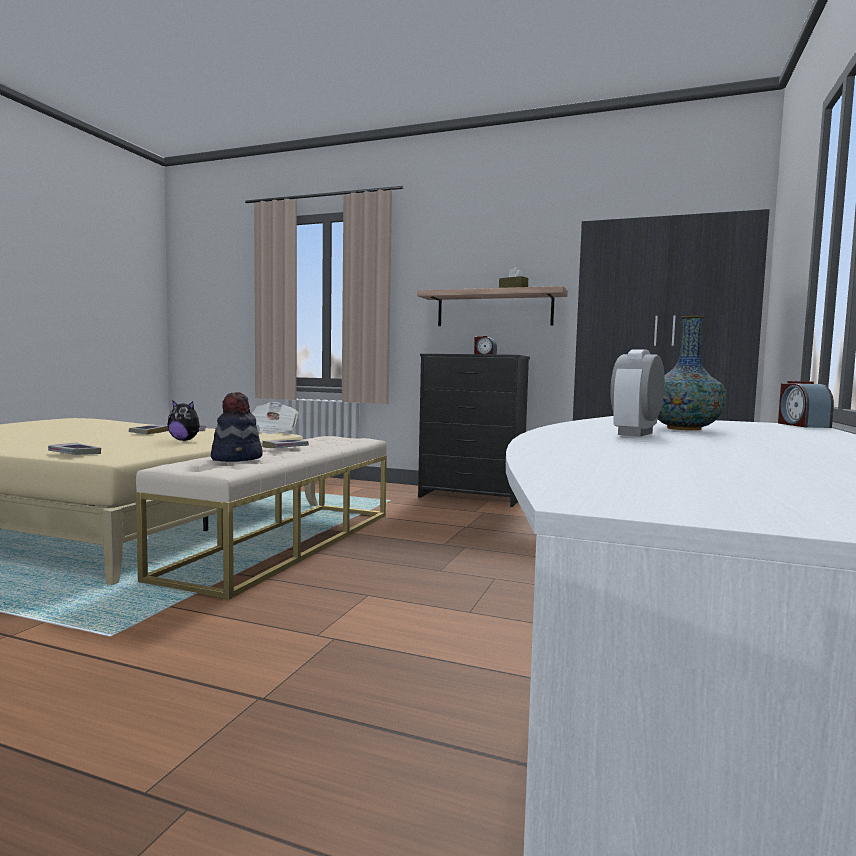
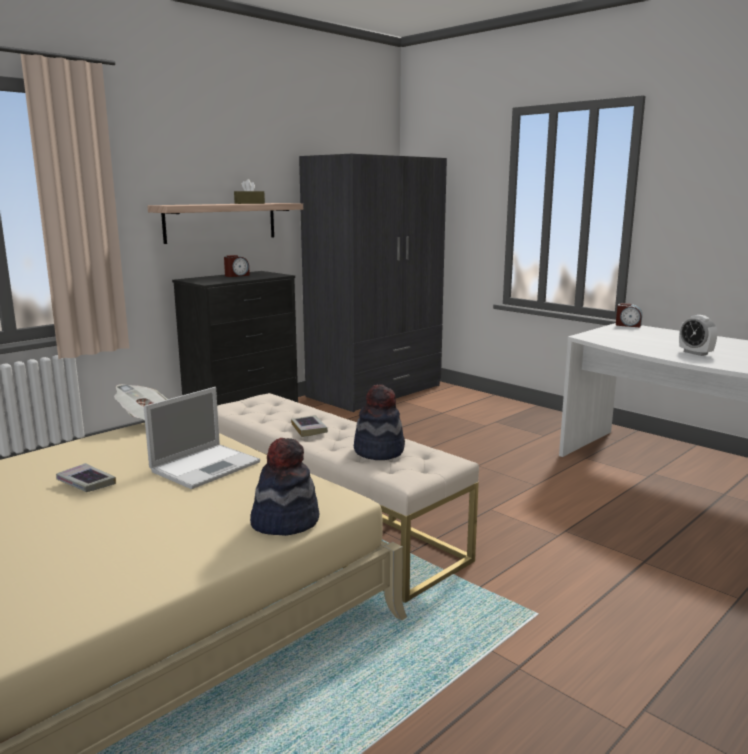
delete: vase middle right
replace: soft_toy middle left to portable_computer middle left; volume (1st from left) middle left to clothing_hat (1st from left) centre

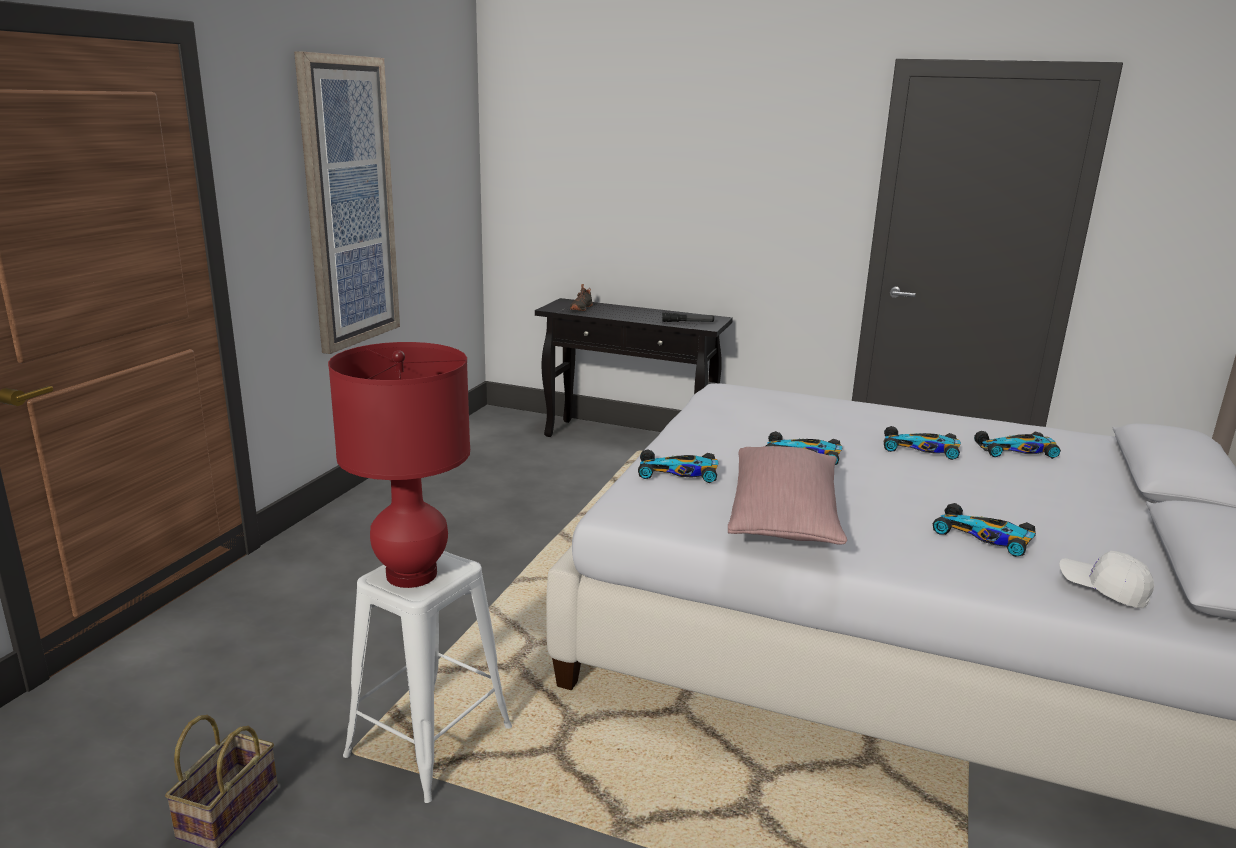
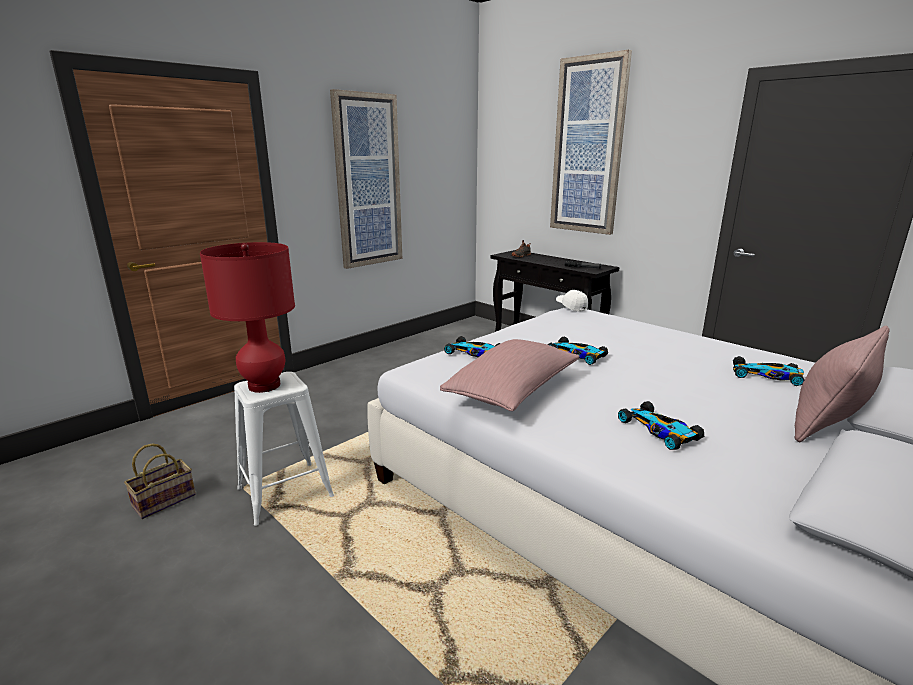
delete: toy_car (3rd from left) middle right
insert: wall_picture (2nd from left) top centre; pink-coloured_pillow (2nd from left) middle right
move: white_cap bottom right to centre

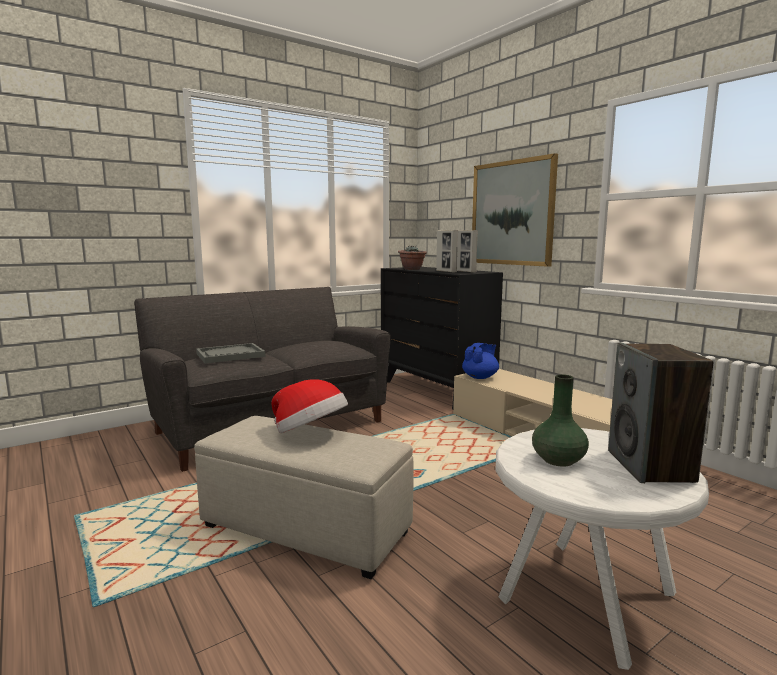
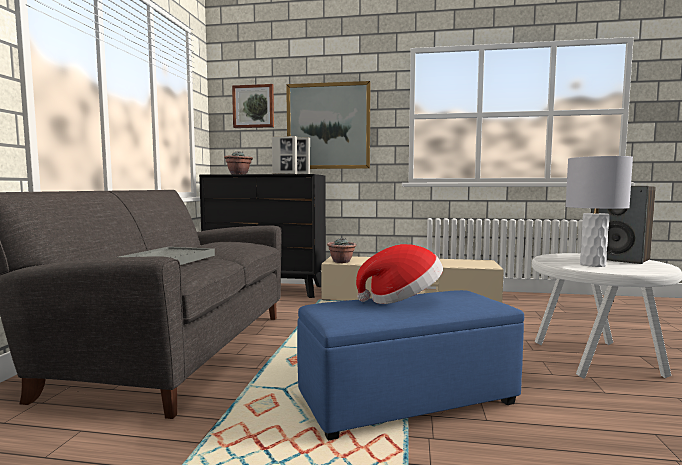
insert: wall_picture (1st from left) top centre
replace: blue-coloured_teapot centre to plant_in_a_pot (2nd from left) centre; green_vase middle right to grey_tabletop_lamp middle right
recolor: beige_footrest bottom centre to blue-coloured_footrest bottom centre

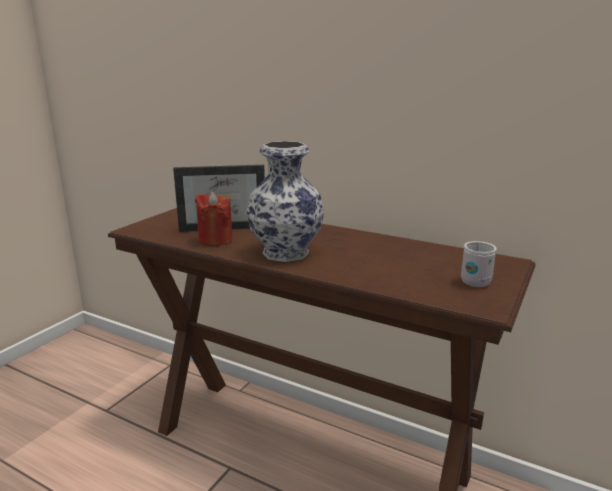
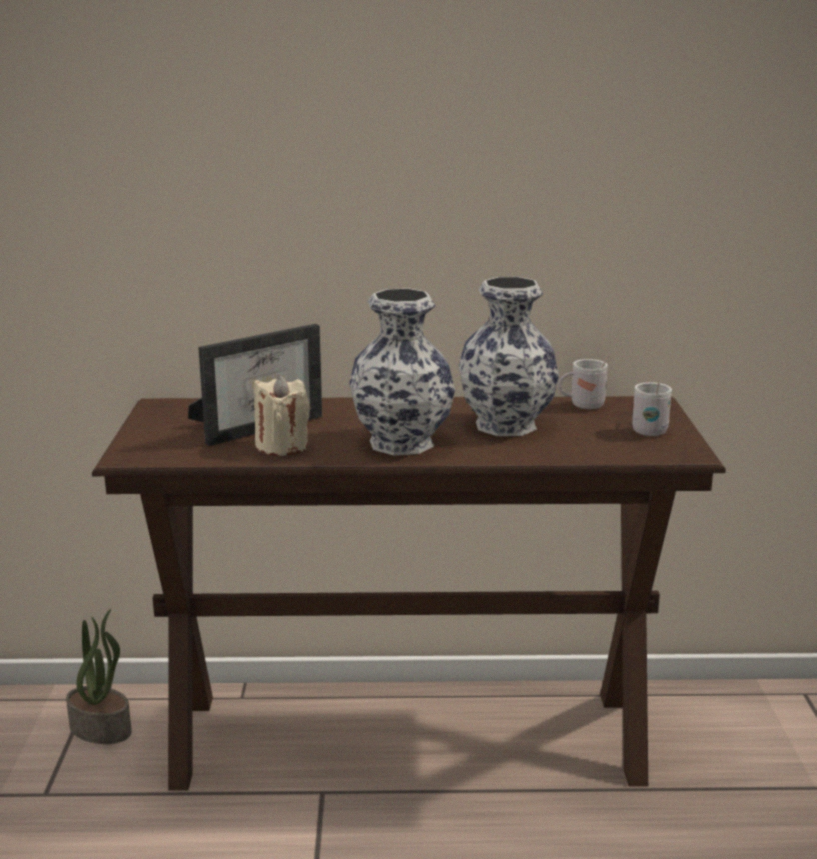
insert: plant_in_a_pot bottom left; vase (2nd from left) centre; white_mug (1st from left) middle right
recolor: red-coloured_wax_candle centre to beige_wax_candle centre

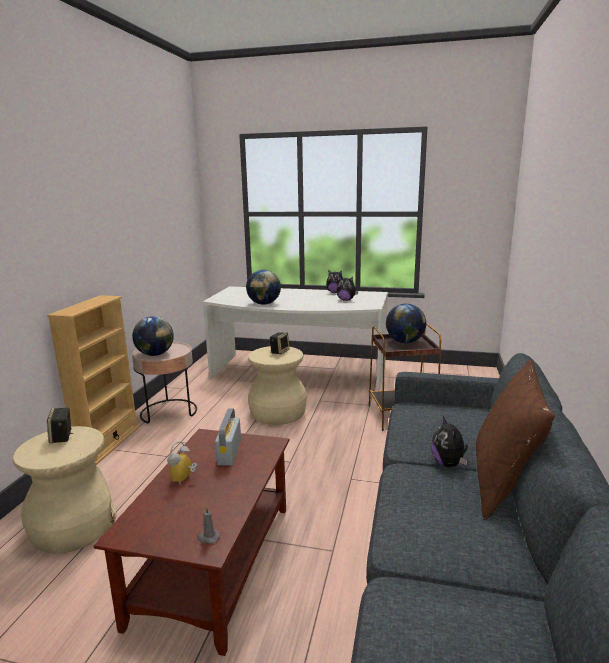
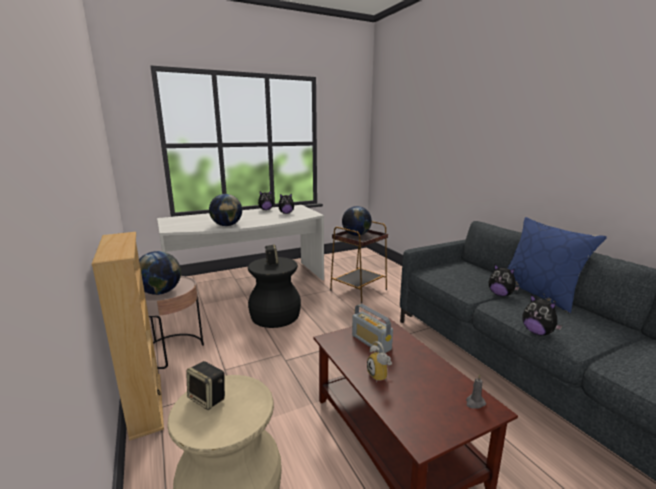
insert: soft_toy (4th from left) middle right
recolor: beige_stool (2nd from left) centre to blackish_stool centre; brownish_pillow middle right to blue-coloured_pillow middle right

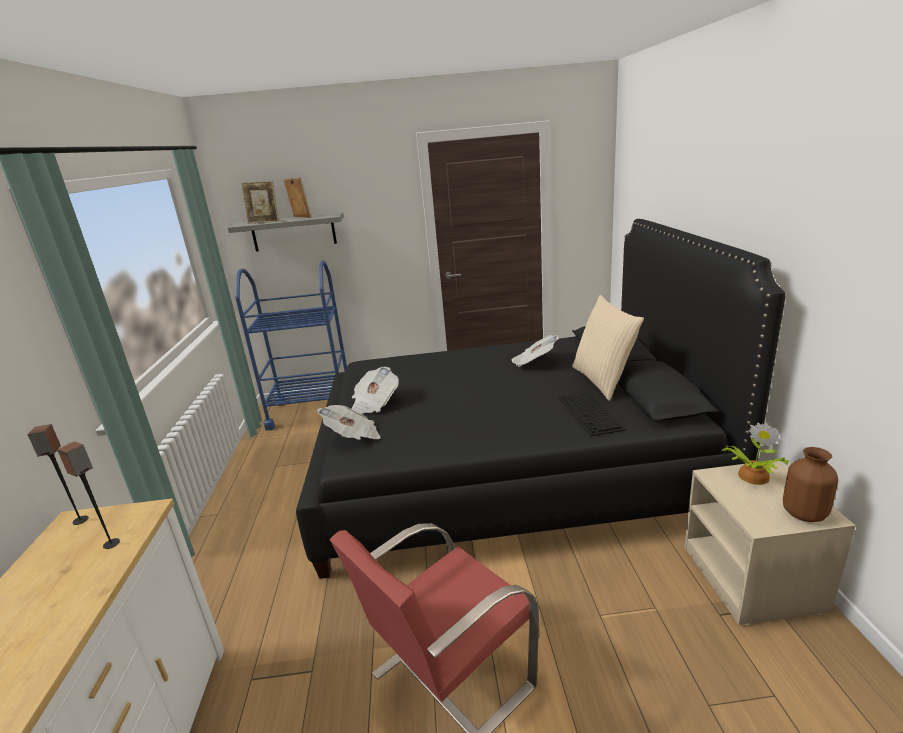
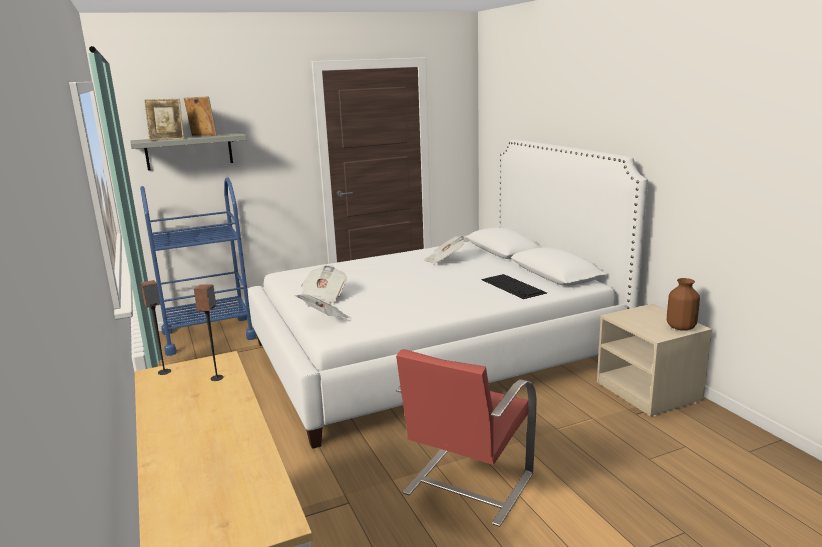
delete: beige_pillow middle right; plant_in_a_pot middle right
recolor: blackish_bedroom_bed centre to white_bedroom_bed centre

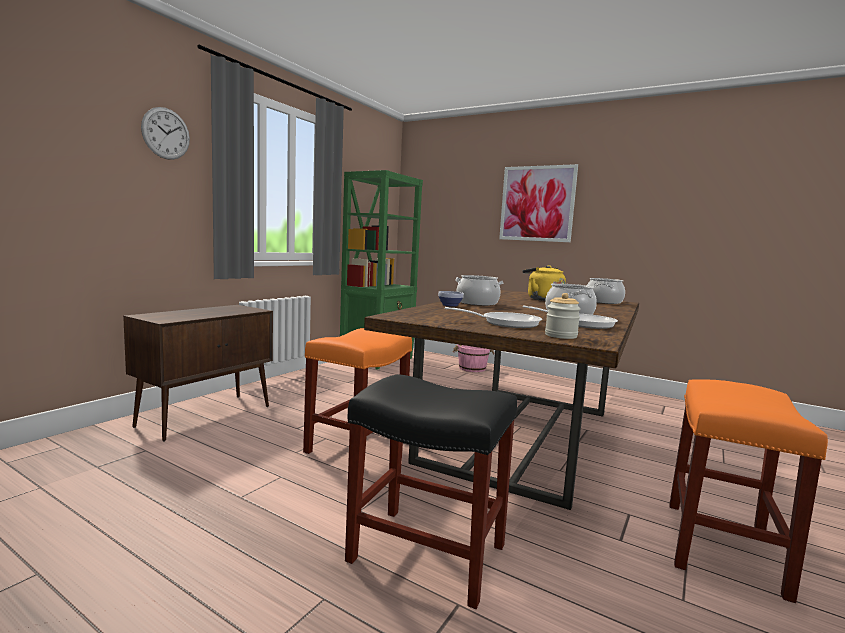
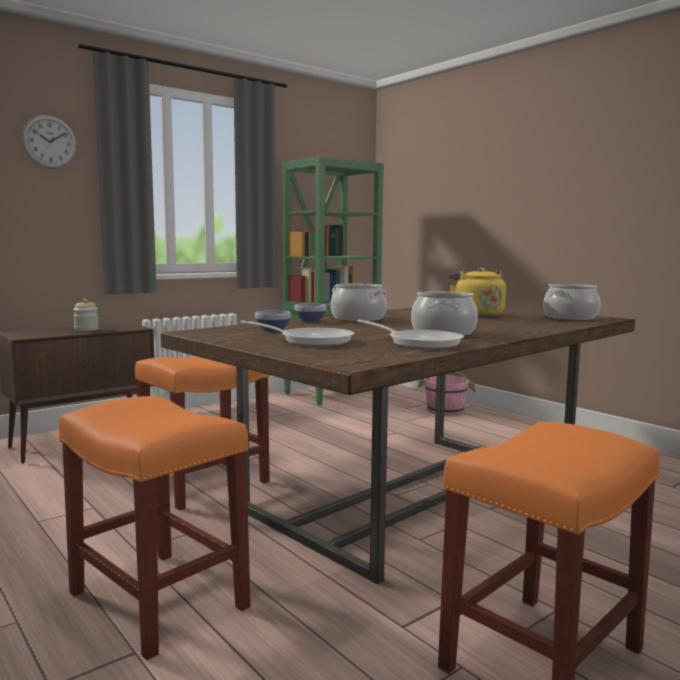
delete: wall_picture top centre
insert: bowl (1st from left) centre
move: preserve_jar centre to middle left
recolor: blackish_stool bottom centre to orange_stool (1st from left) bottom left

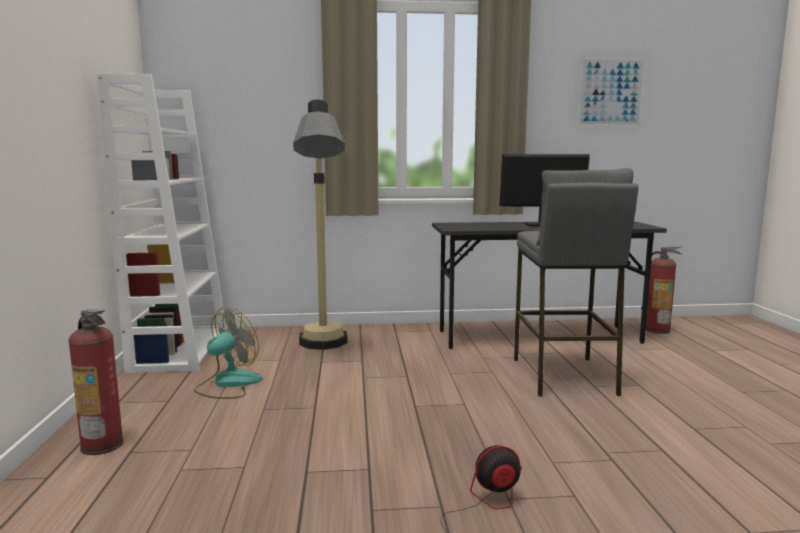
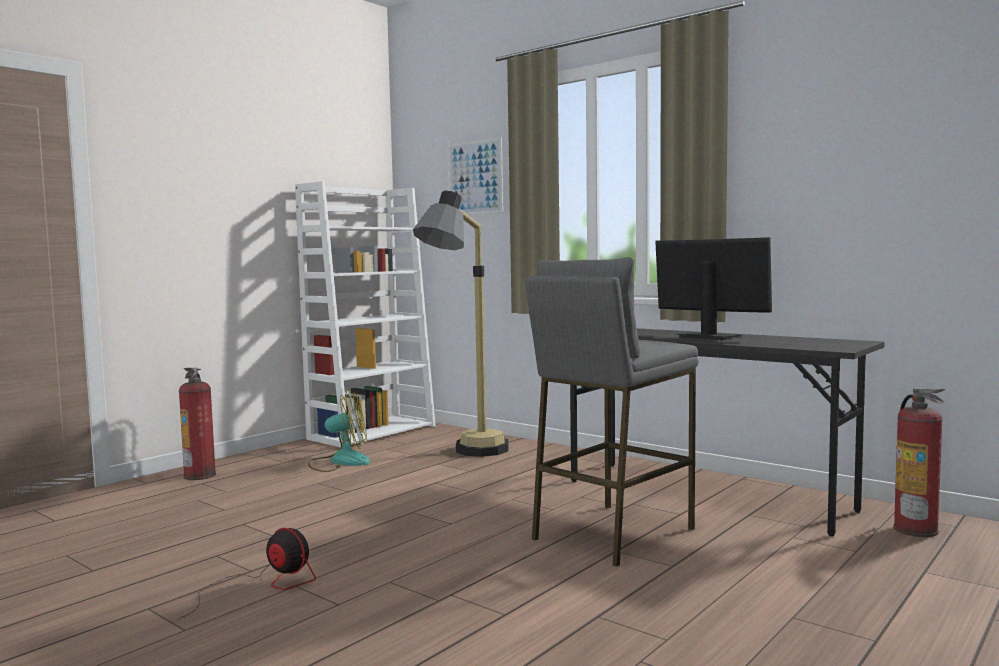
move: wall_picture top right to top centre

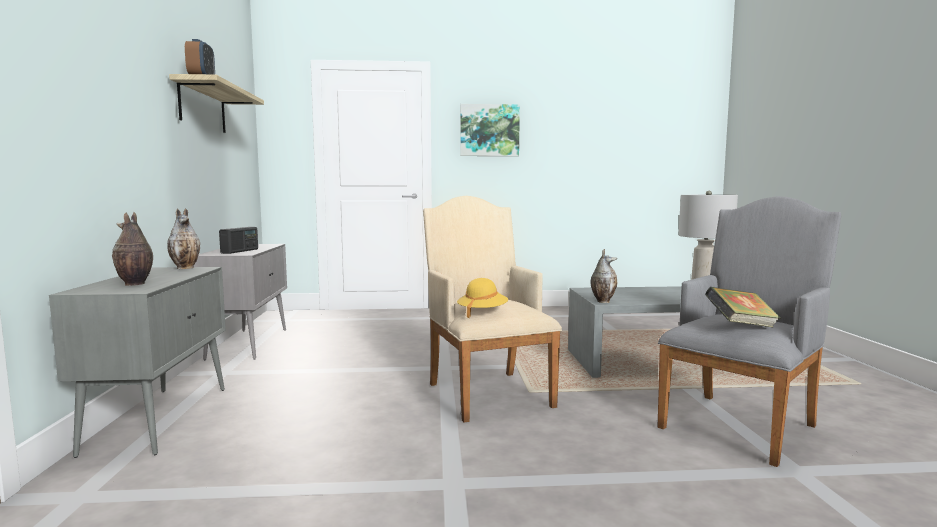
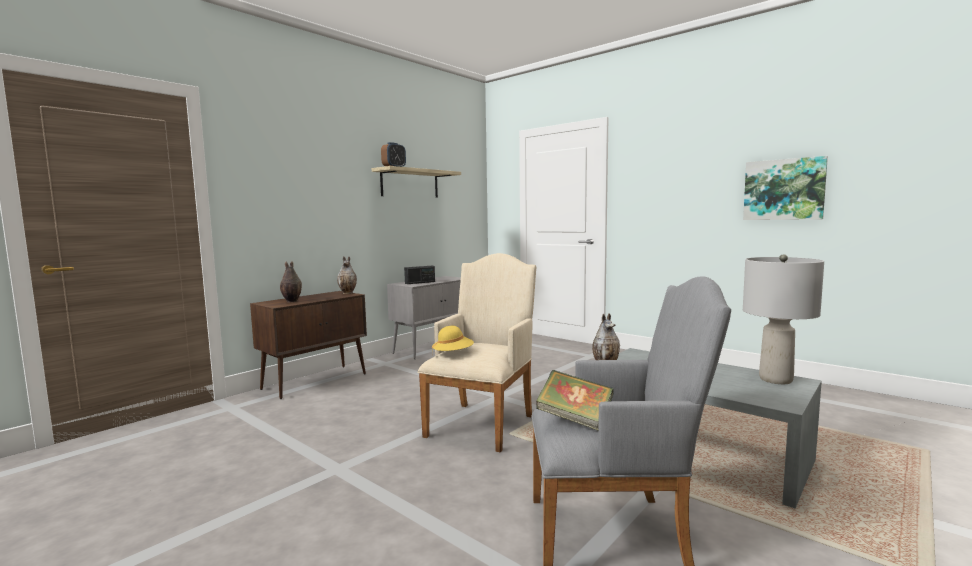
move: wall_picture top centre to top right
recolor: grey_cupboard (1st from left) bottom left to brownish_cupboard middle left

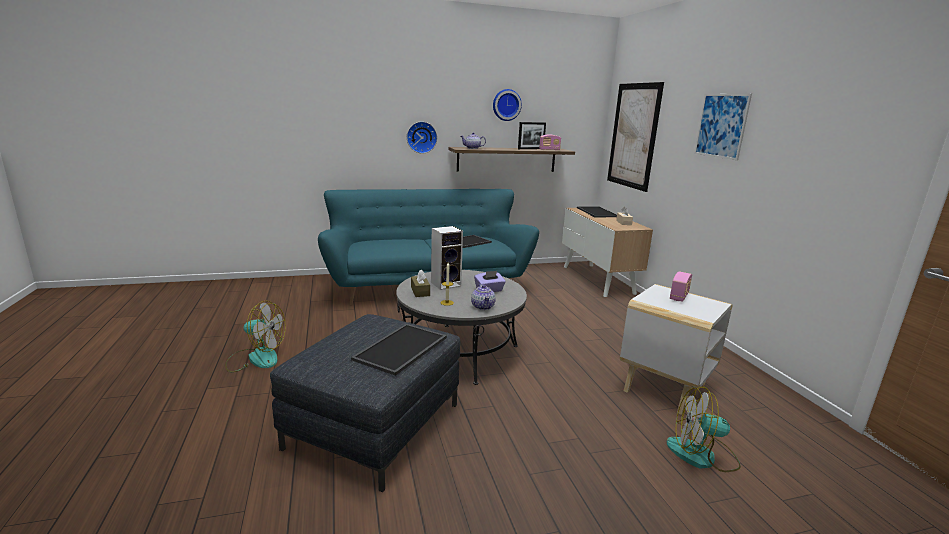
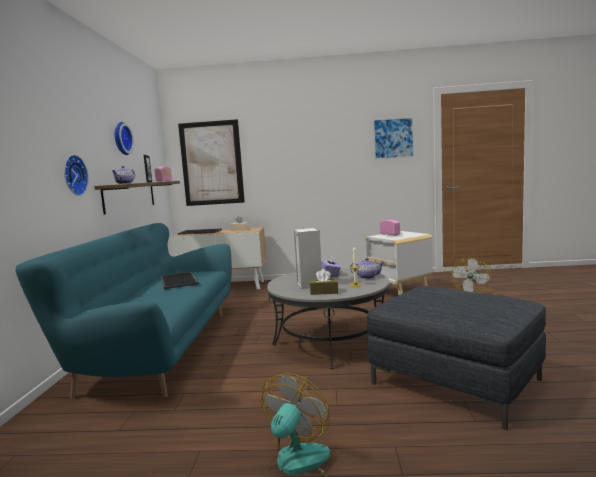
delete: tray (1st from left) centre
move: wall_picture (2nd from left) top right to top centre

